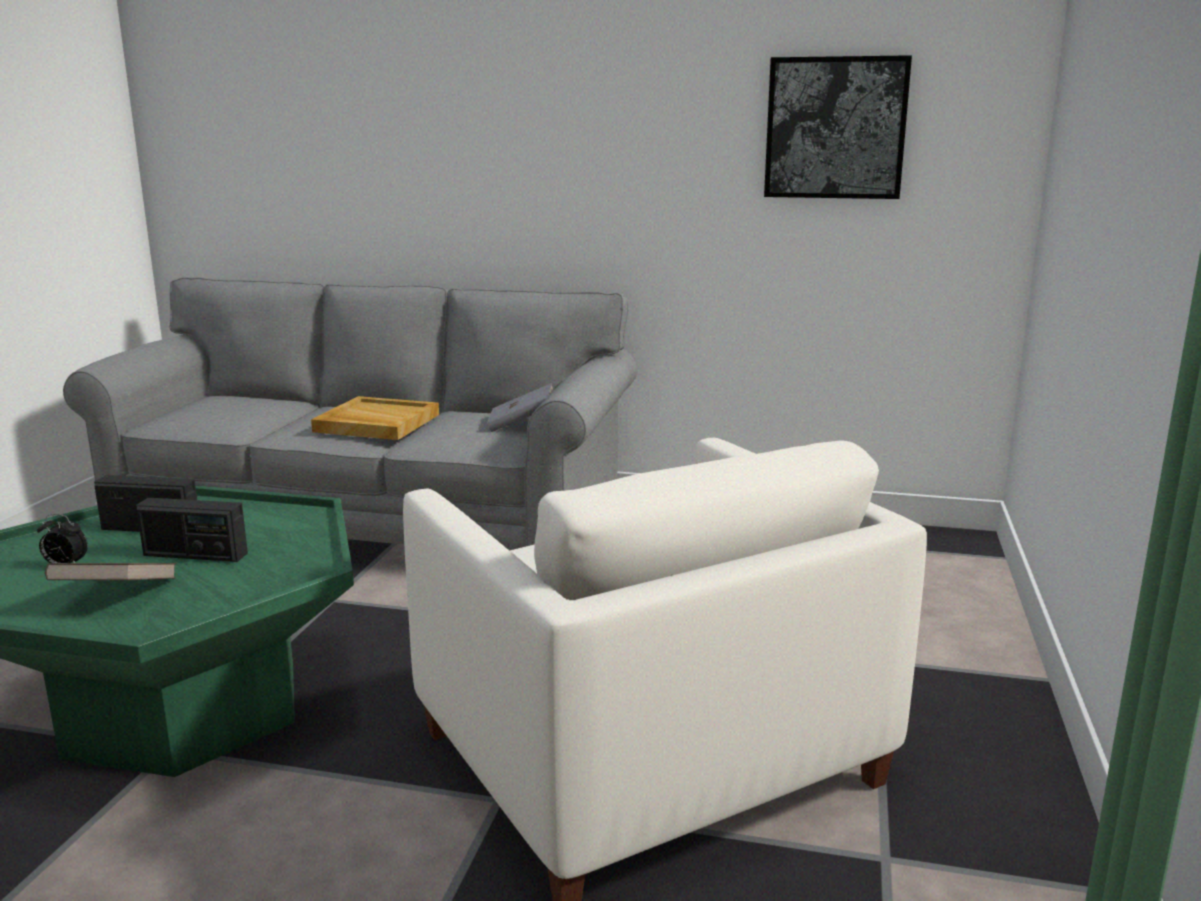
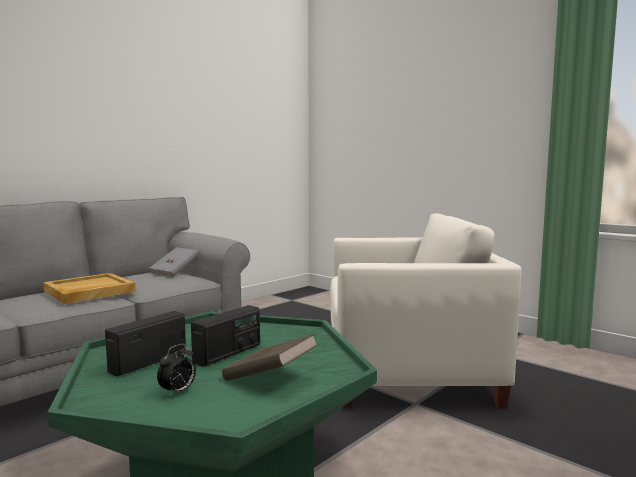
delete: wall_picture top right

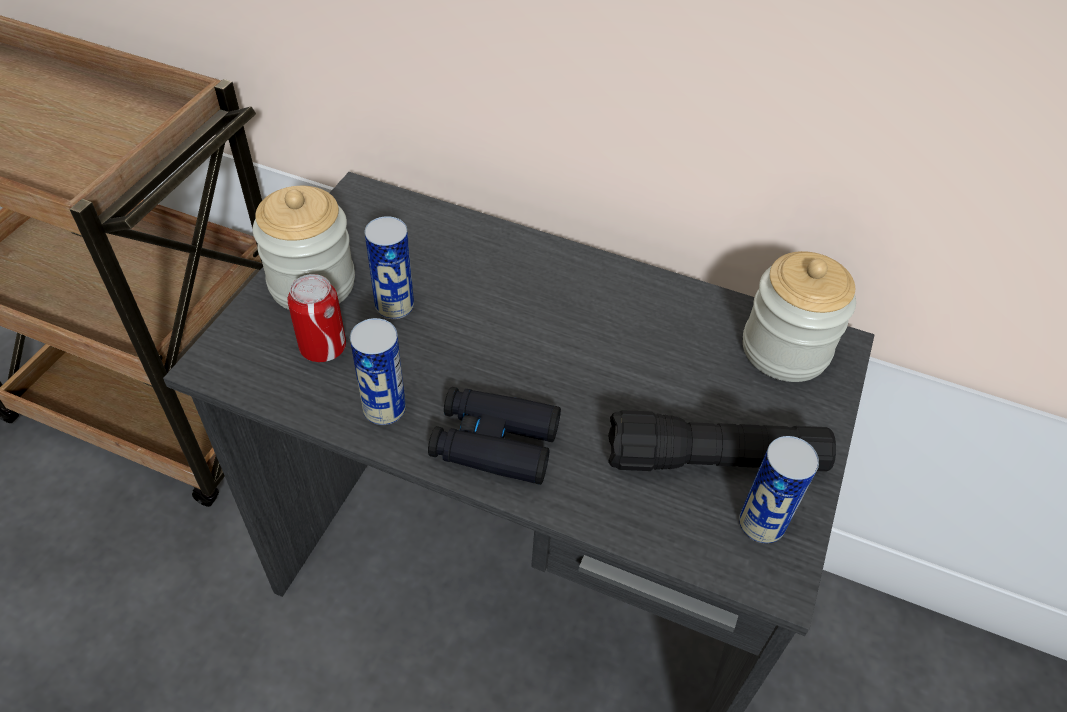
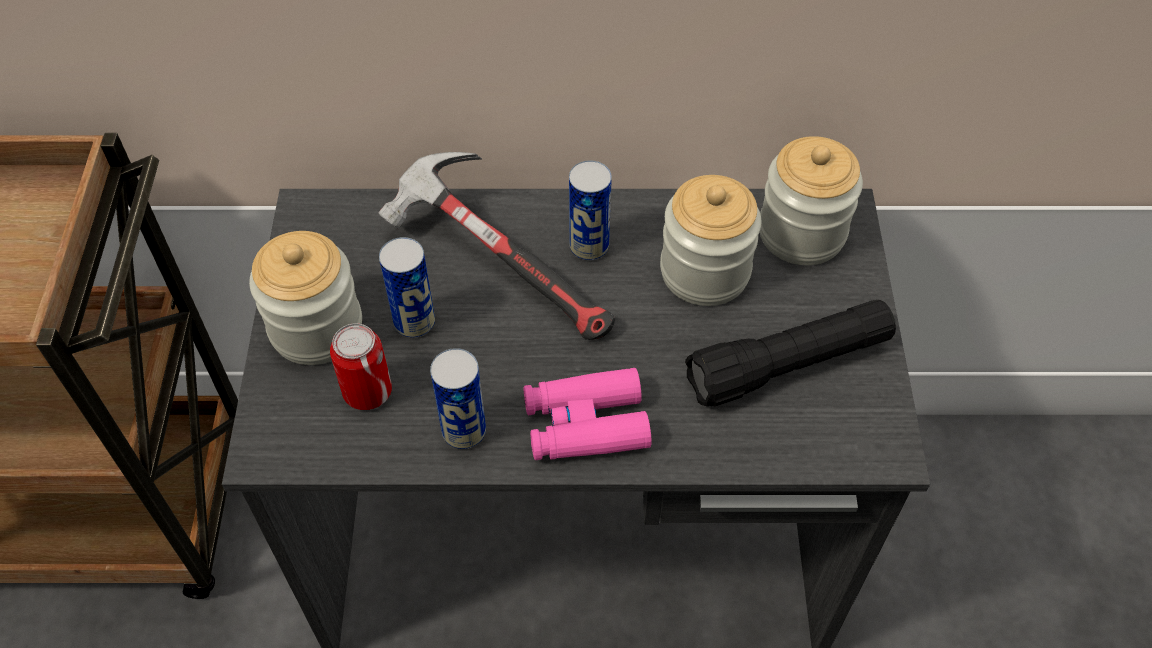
insert: hammer centre; preserve_jar (2nd from left) centre
move: sealed_can (4th from left) bottom right to top centre
recolor: blackish_field_glasses centre to pink-coloured_field_glasses centre

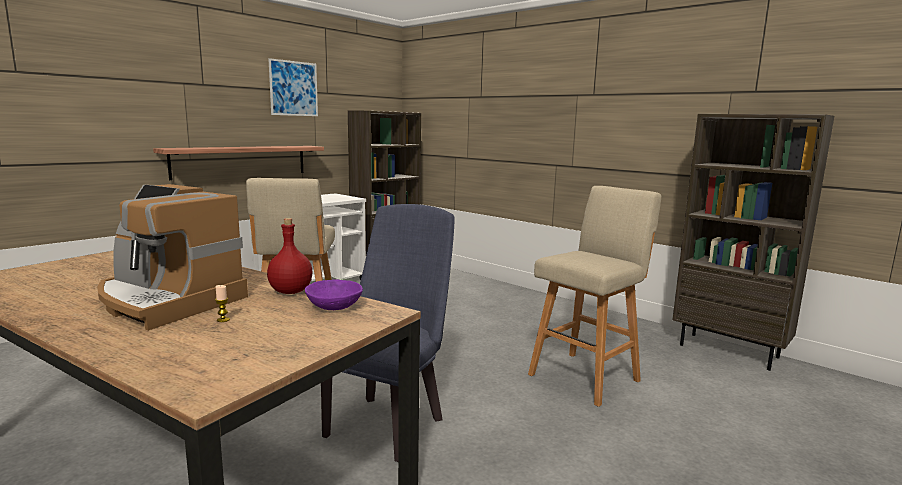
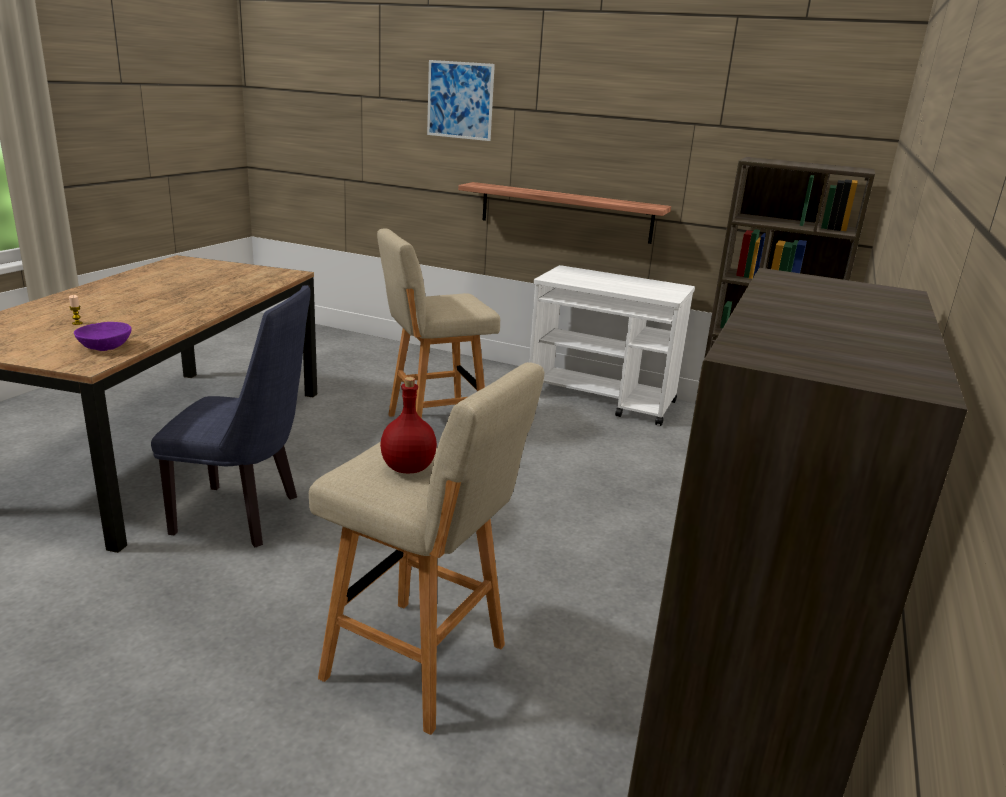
delete: coffee_machine middle left
move: red-coloured_beverage_bottle middle left to centre; wall_picture top left to top centre

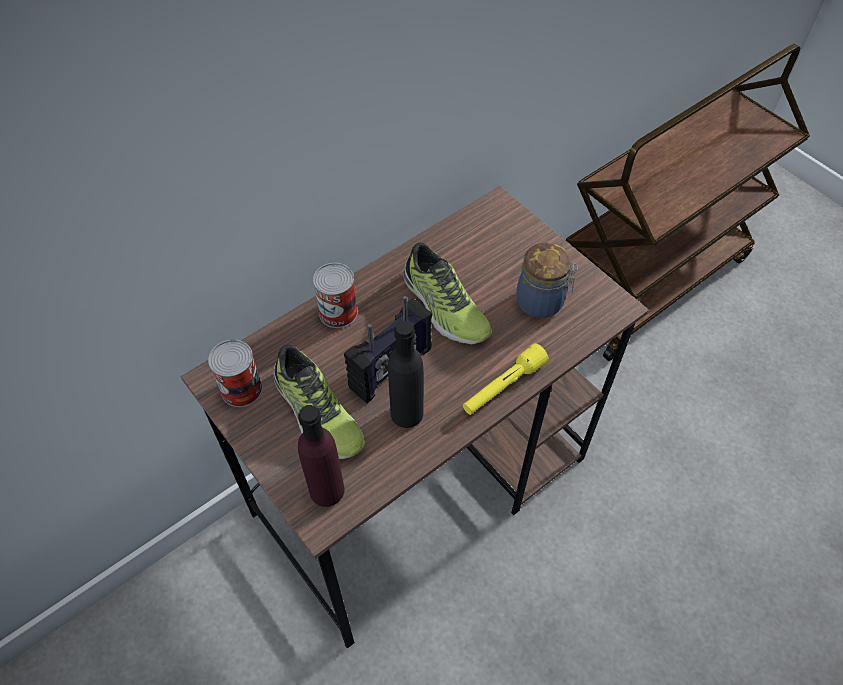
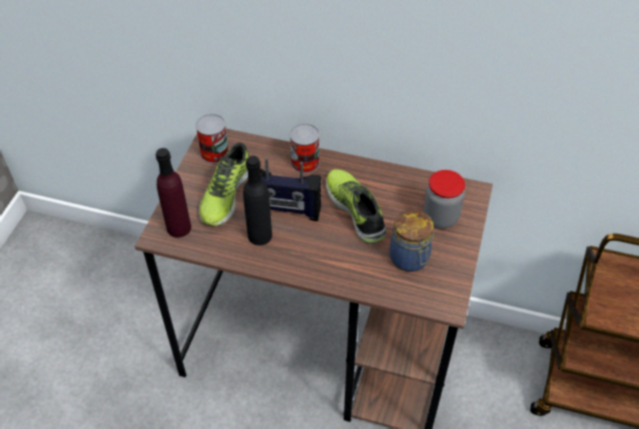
delete: yellowish_torch centre
insert: preserve_jar (2nd from left) middle right
rotate: shoe (2nd from left) centre = centre 135 degrees clockwise

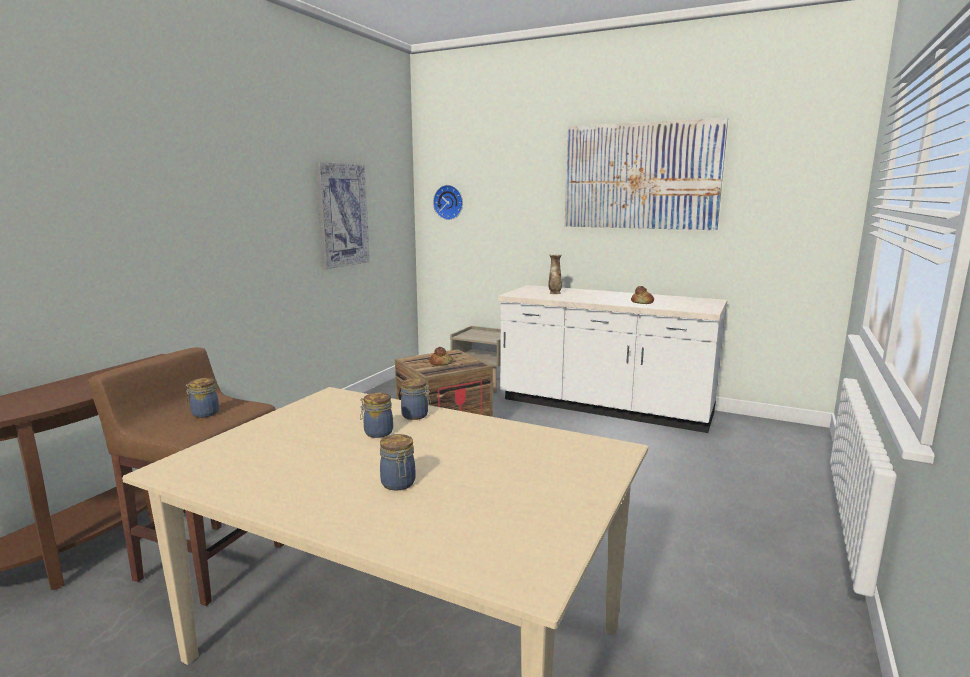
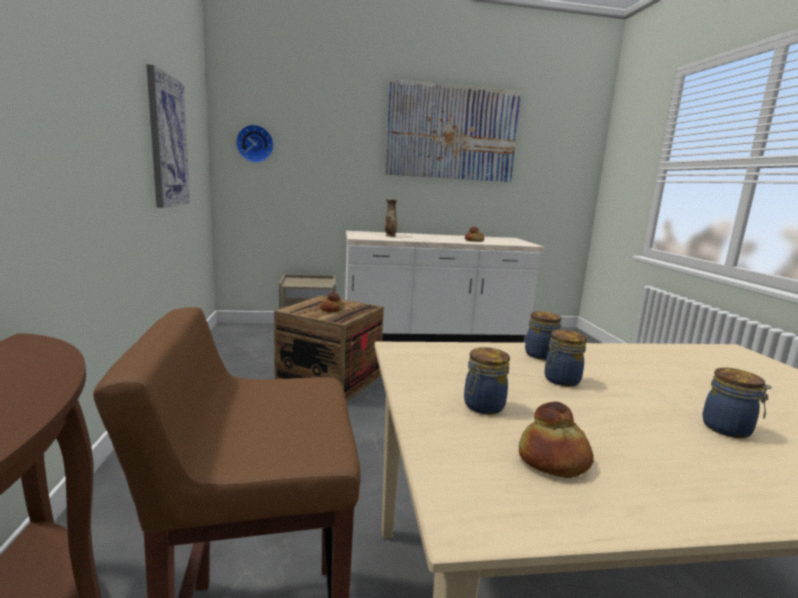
insert: baked_bread (3rd from left) bottom right
move: preserve_jar (1st from left) middle left to centre

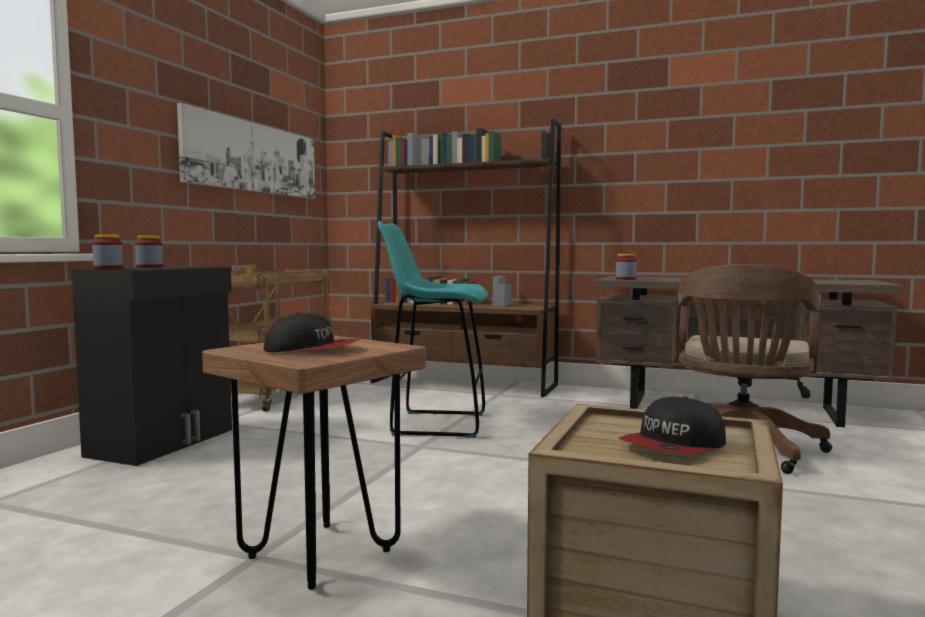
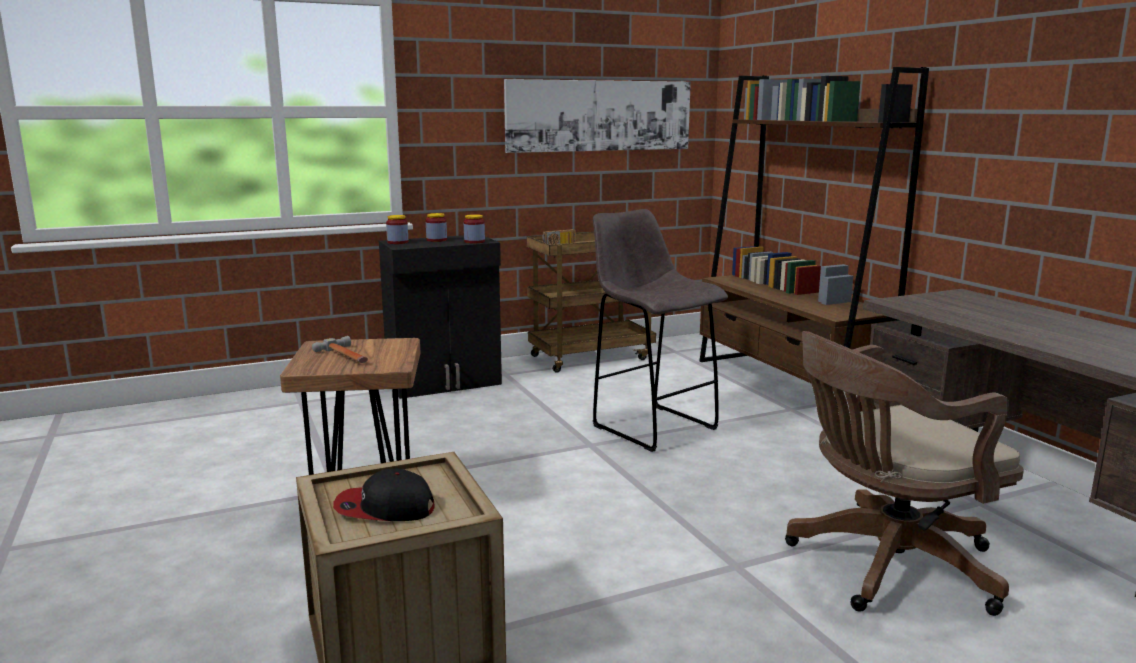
move: preserve_jar (3rd from left) middle right to centre
replace: cap (1st from left) centre to hammer middle left
recolor: turquoise_stool centre to grey_stool centre

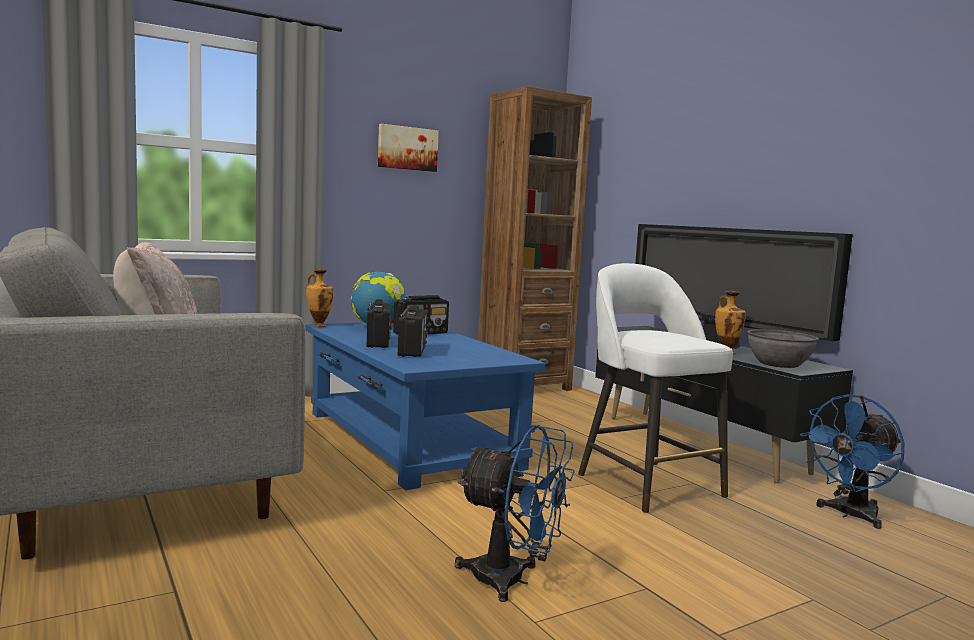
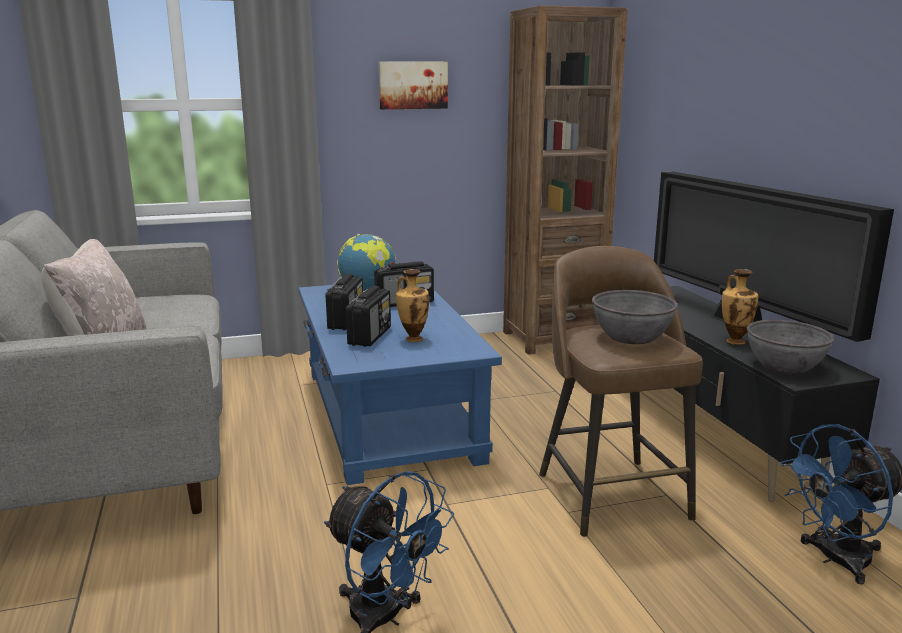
insert: grey_bowl (1st from left) middle right
move: vase (1st from left) middle left to centre
recolor: white_stool middle right to brownish_stool middle right

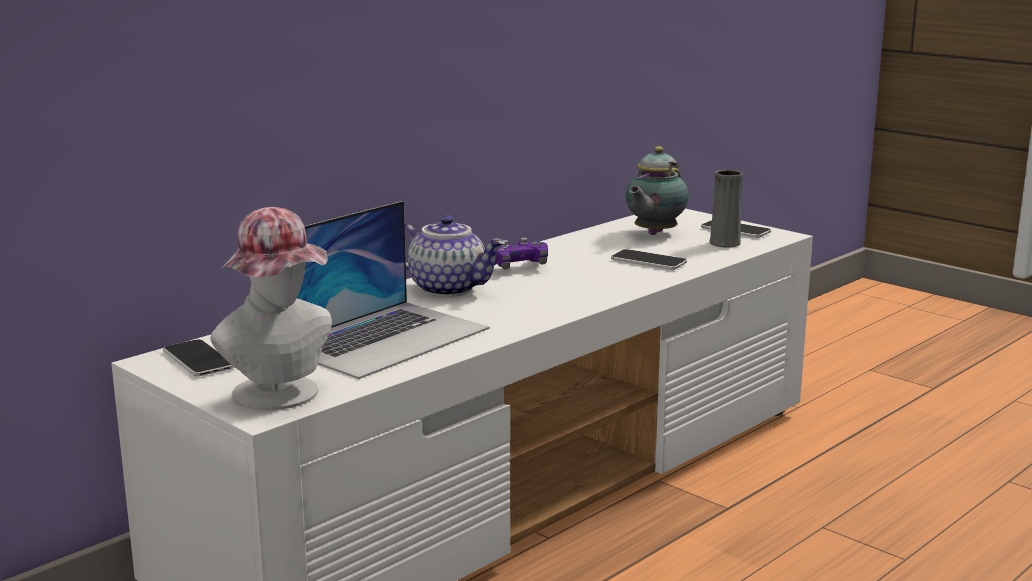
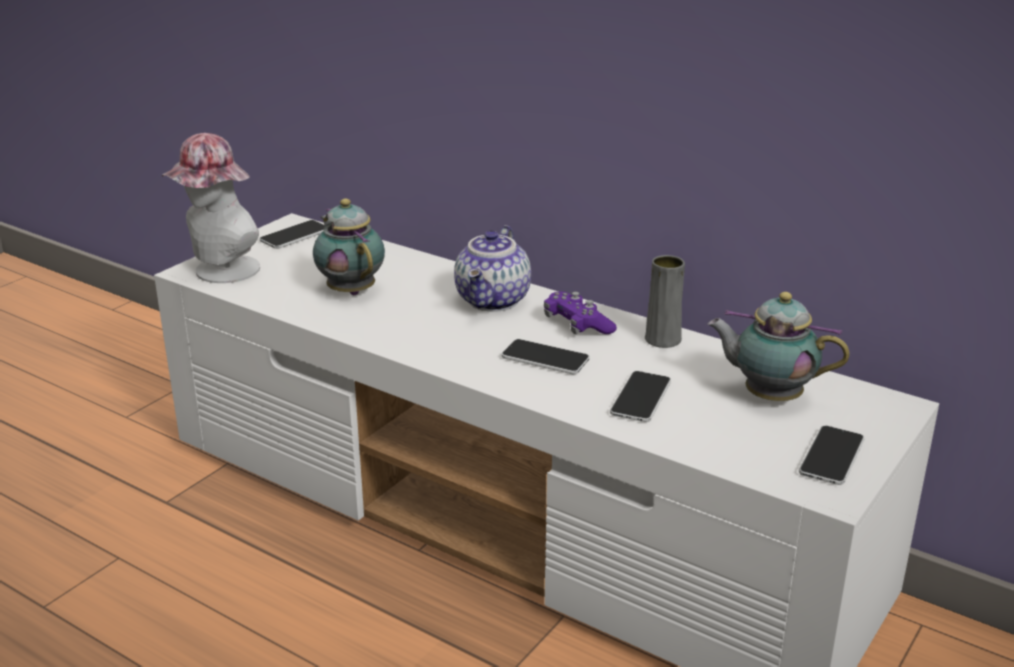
insert: phone (2nd from left) centre
move: grey_vase middle right to centre
replace: portable_computer centre to teapot (1st from left) centre

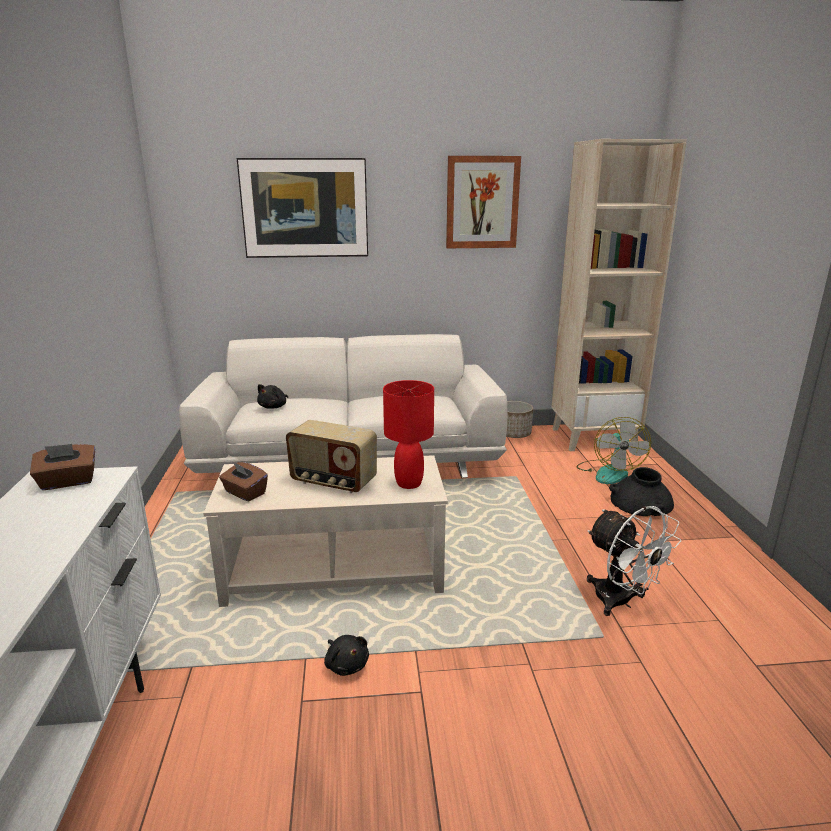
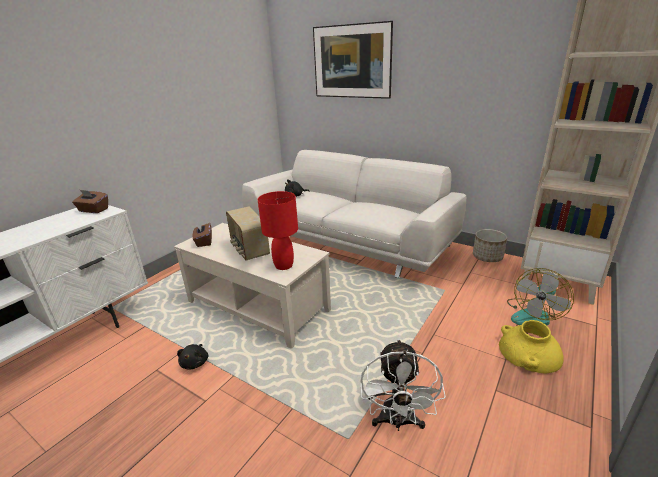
delete: wall_picture (2nd from left) top centre
recolor: blackish_vase middle right to yellowish_vase bottom right

